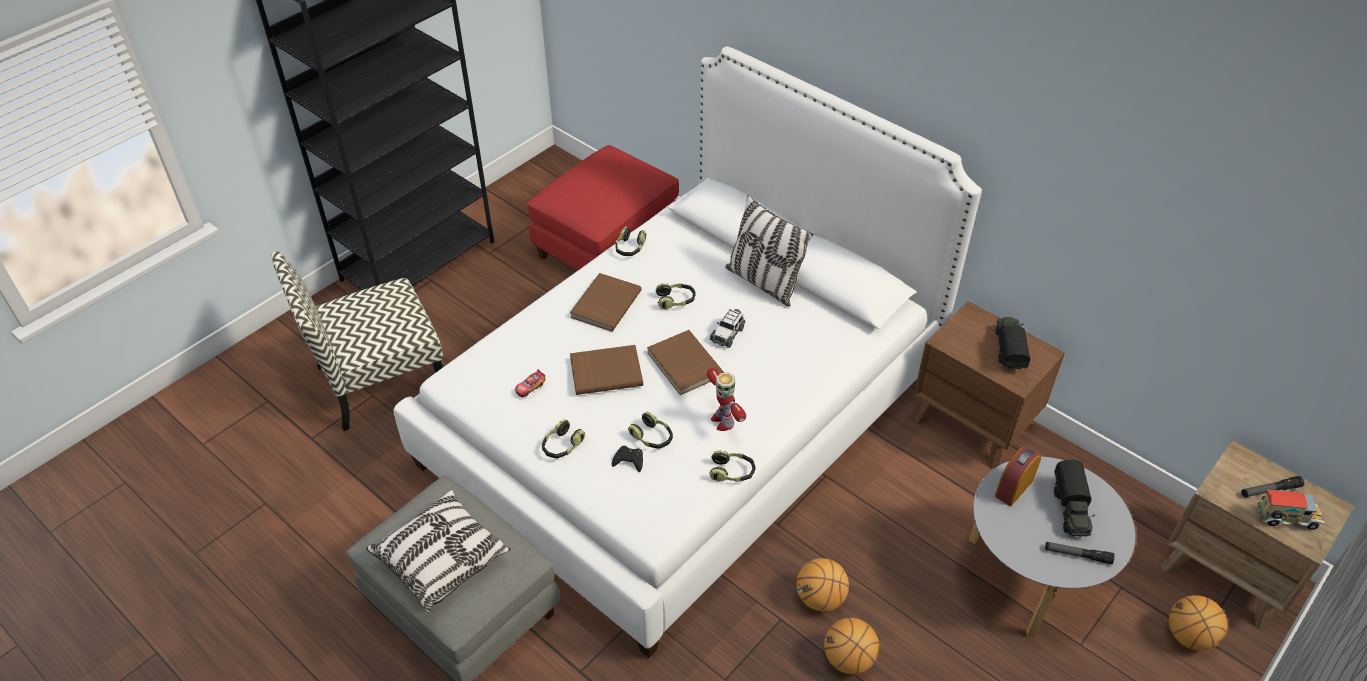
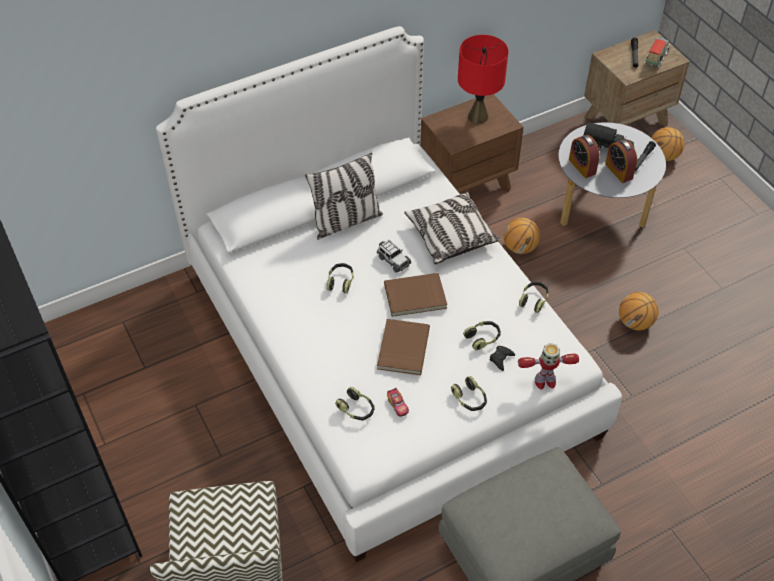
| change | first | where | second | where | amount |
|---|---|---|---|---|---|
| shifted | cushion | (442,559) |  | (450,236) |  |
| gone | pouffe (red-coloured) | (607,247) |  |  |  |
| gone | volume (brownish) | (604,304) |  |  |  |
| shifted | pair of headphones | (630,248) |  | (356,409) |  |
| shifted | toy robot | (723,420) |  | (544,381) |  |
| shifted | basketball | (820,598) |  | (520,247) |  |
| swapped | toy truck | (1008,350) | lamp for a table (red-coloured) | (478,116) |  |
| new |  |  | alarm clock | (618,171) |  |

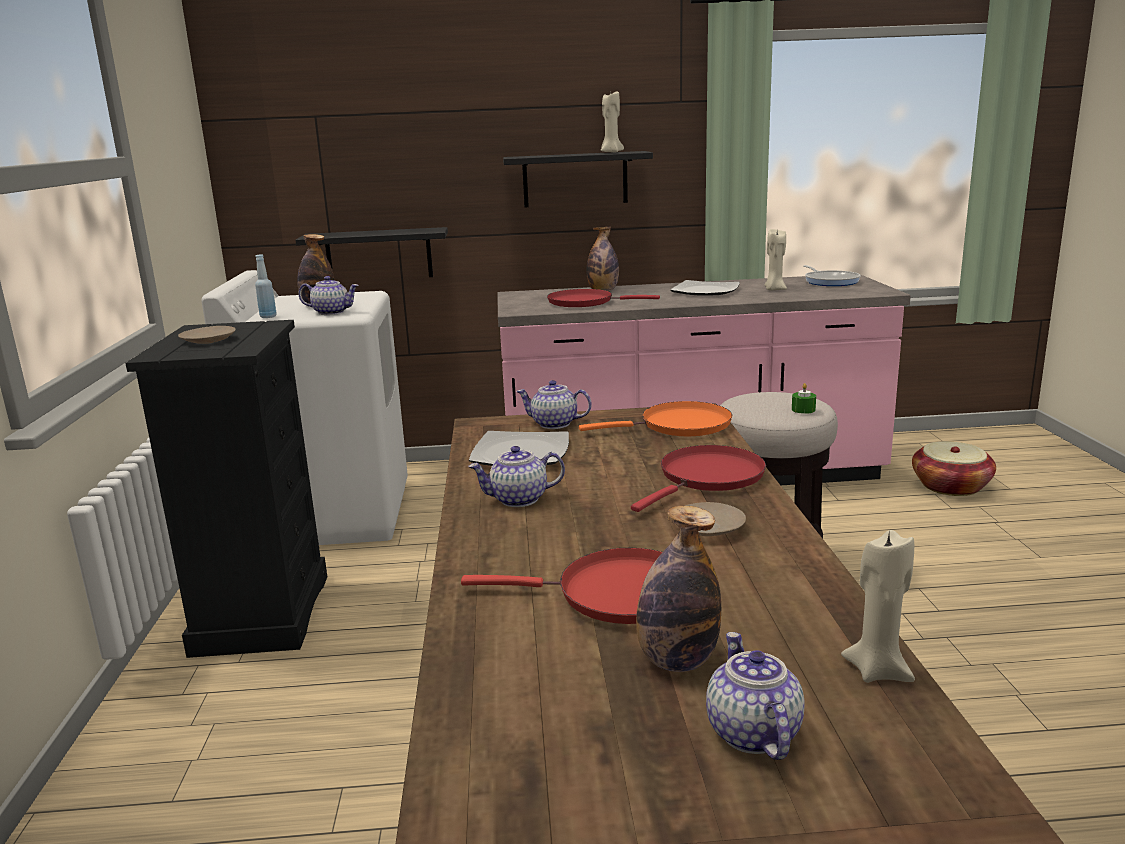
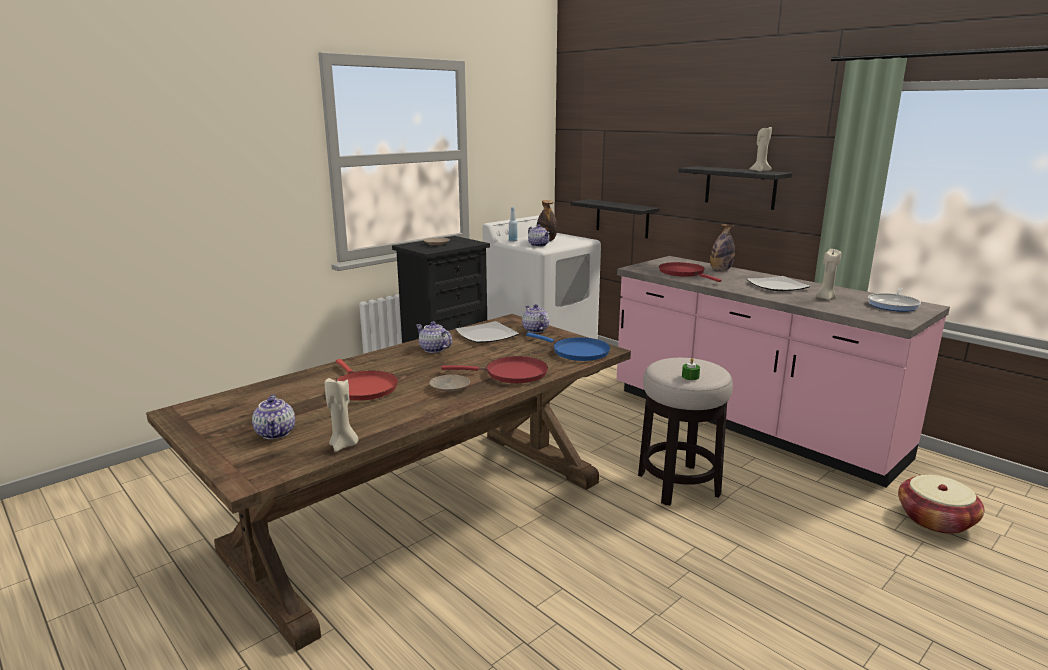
| change | first | where | second | where | amount |
|---|---|---|---|---|---|
| repainted | pan (orange-coloured) | (679,426) | pan (blue-coloured) | (577,352) |  |
| gone | drink bottle | (677,661) |  |  |  |
| rotated | pot for tea | (751,732) |  | (276,433) | 120 degrees clockwise |

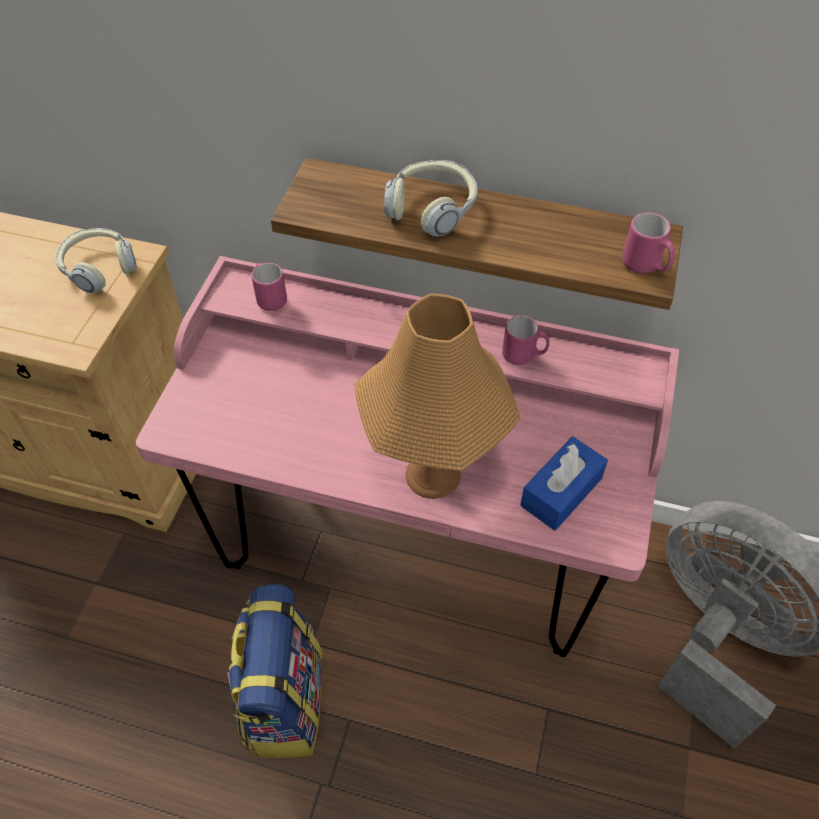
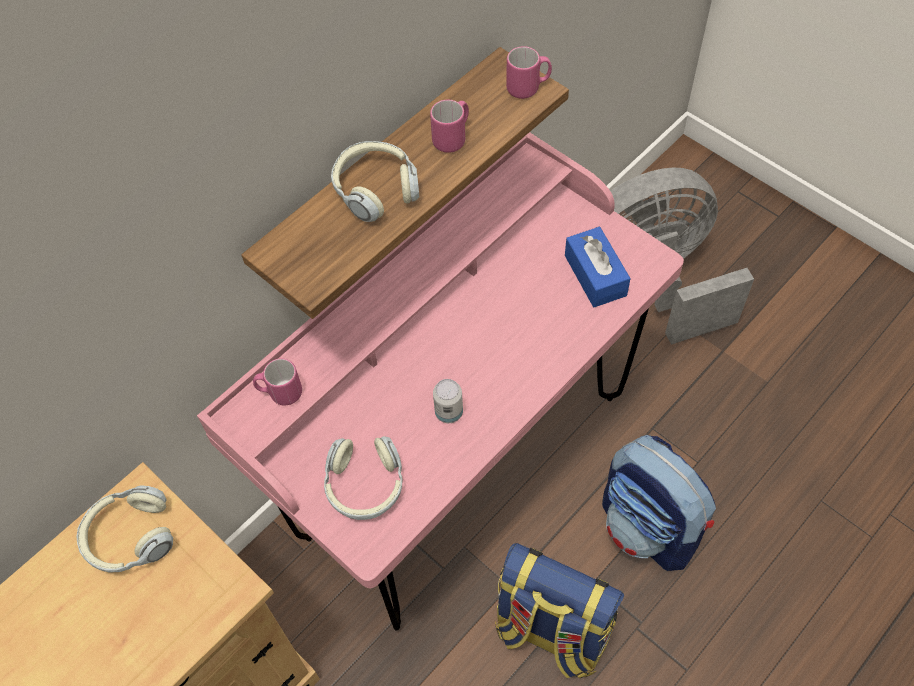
| change | first | where | second | where | amount |
|---|---|---|---|---|---|
| gone | lamp for a table (orange-coloured) | (432,474) |  |  |  |
| shifted | tea mug (pink-coloured) | (524,355) |  | (453,138) |  |
| new |  |  | pair of headphones | (365,485) |  |
| new |  |  | sealed can | (449,412) |  |
| new |  |  | backpack | (650,527) |  |

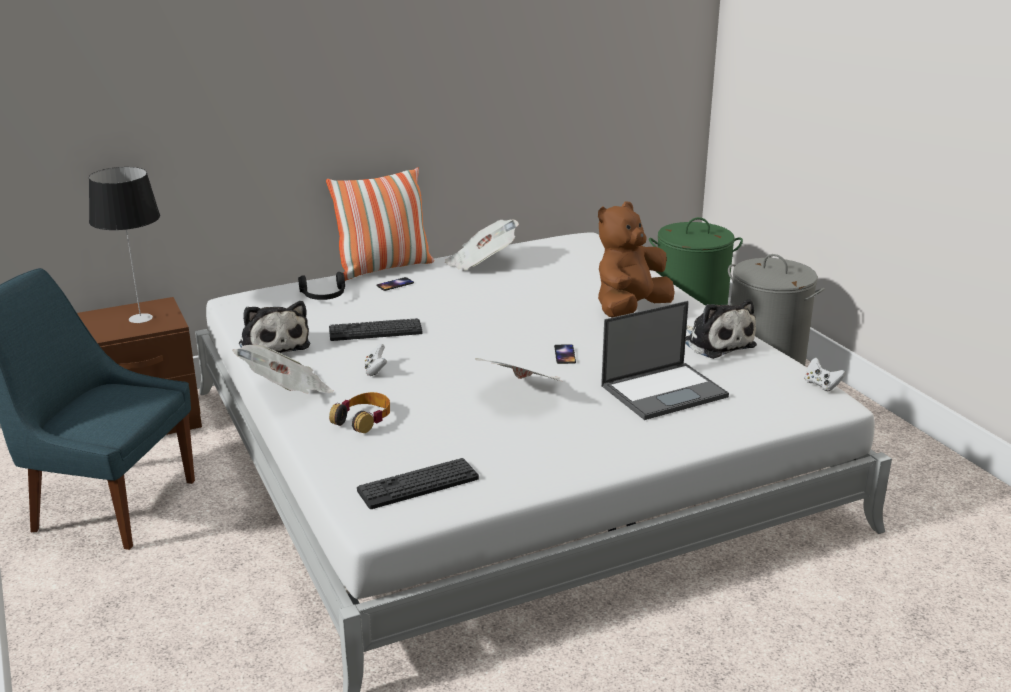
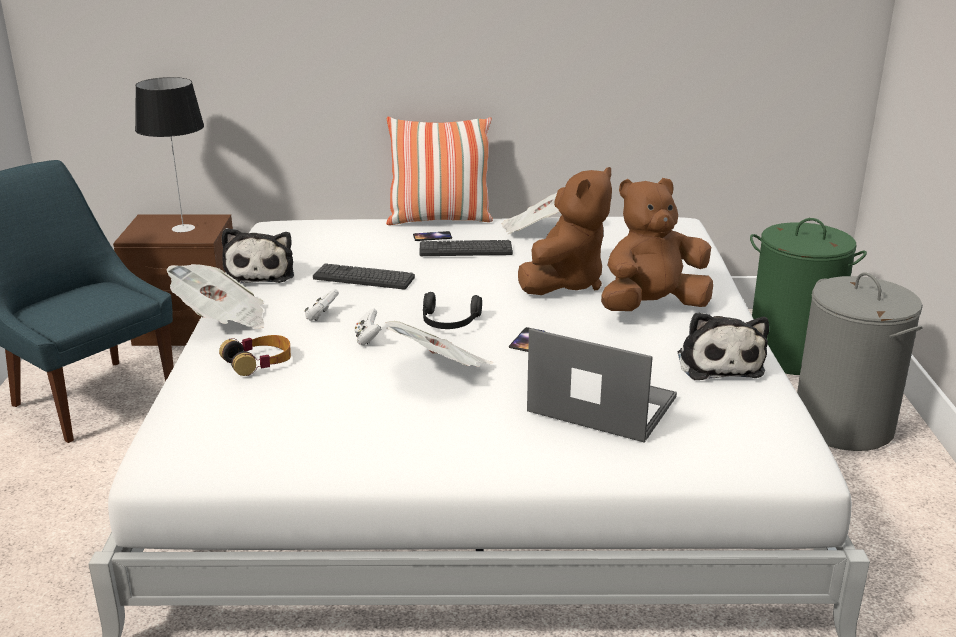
| change | first | where | second | where | amount |
|---|---|---|---|---|---|
| shifted | pair of headphones (blackish) | (324,296) |  | (449,323) |  |
| shifted | PC keyboard | (418,484) |  | (465,250) |  |
| rotated | portable computer | (665,391) |  | (600,404) | 150 degrees counterclockwise |
| shifted | joypad (white) | (821,385) |  | (367,339) |  |
| new |  |  | cuddly toy (brownish) | (564,282) |  |

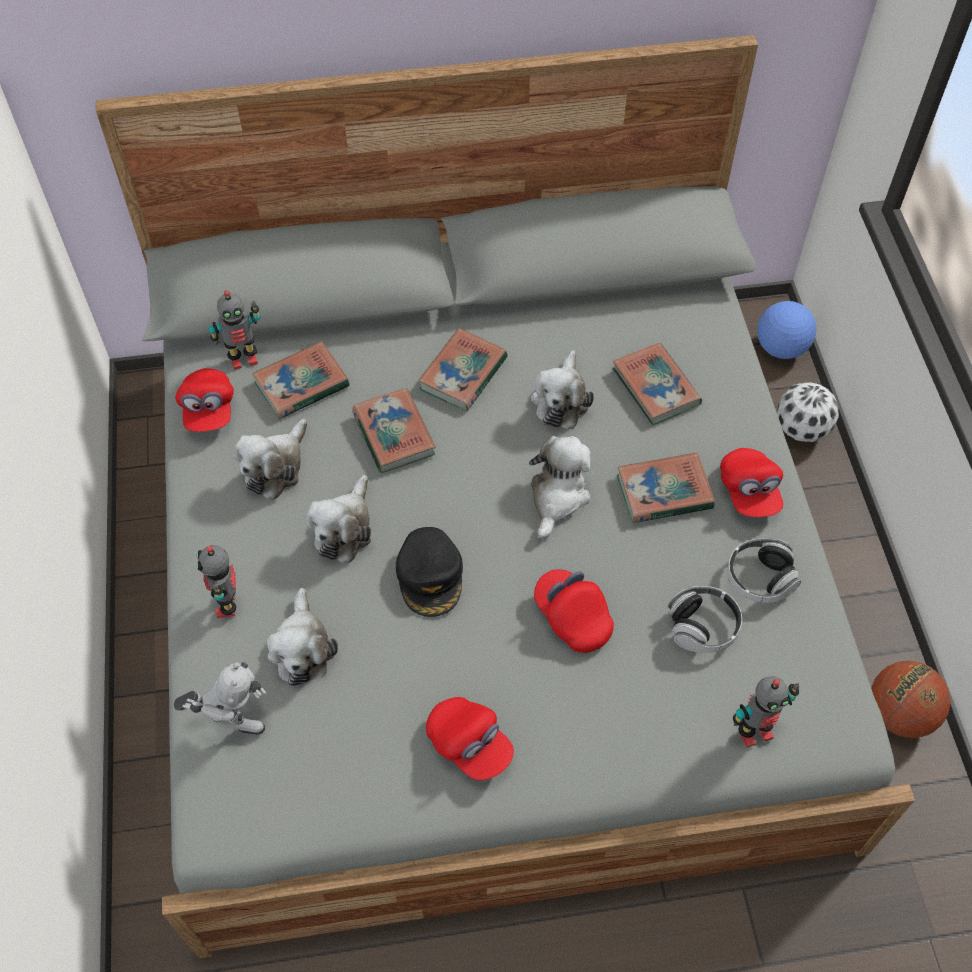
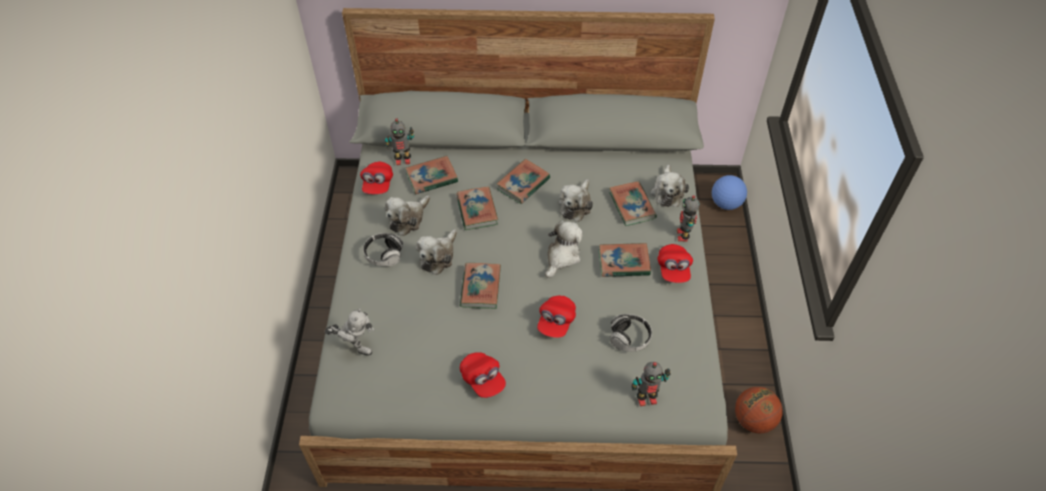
| change | first | where | second | where | amount |
|---|---|---|---|---|---|
| shifted | toy robot | (228,604) |  | (683,235) |  |
| shifted | cuddly toy | (302,649) |  | (667,192) |  |
| swapped | cap (blackish) | (430,576) | volume | (480,288) |  |
| rotated | cap (red-coloured) | (572,617) |  | (556,322) | 135 degrees counterclockwise |
| shifted | pair of headphones | (759,579) |  | (384,255) |  |
| gone | ball for football | (802,430) |  |  |  |

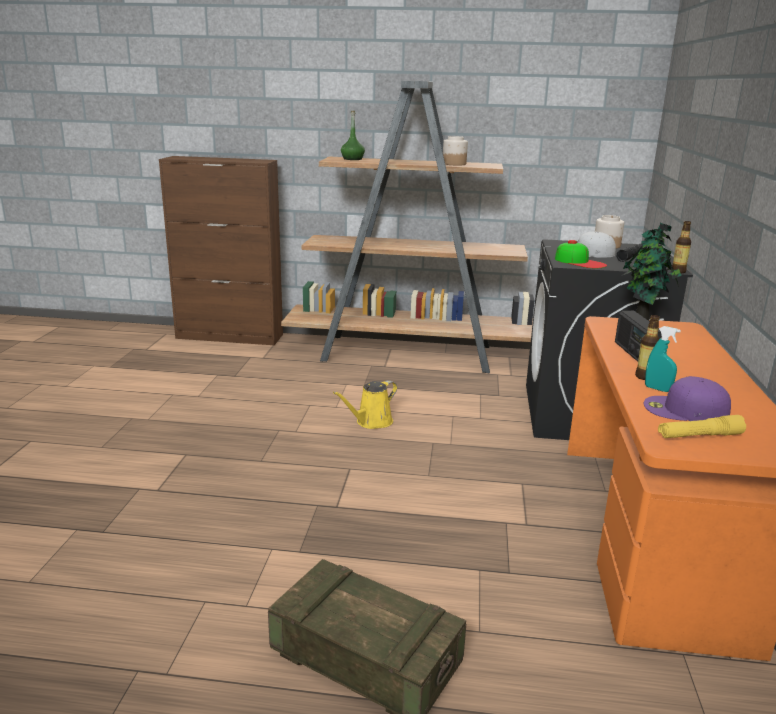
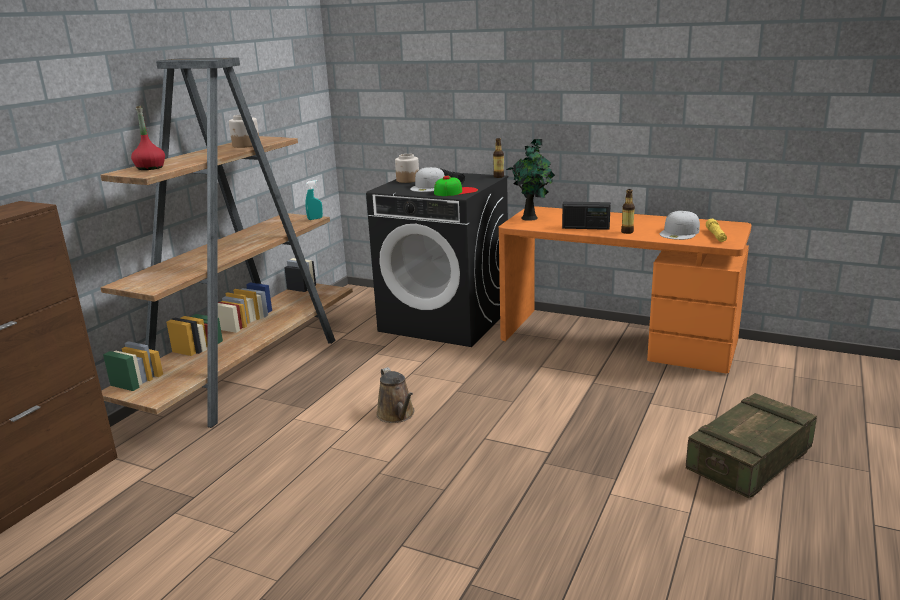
| change | first | where | second | where | amount |
|---|---|---|---|---|---|
| repainted | sprinkling can (yellowish) | (371,422) | sprinkling can (brownish) | (397,415) |  |
| repainted | drink bottle (green-coloured) | (352,159) | drink bottle (red-coloured) | (150,168) |  |
| repainted | cap (purplish) | (684,410) | cap (white) | (680,232) |  |
| shifted | hand sprayer (blue-green) | (657,389) |  | (315,219) |  |

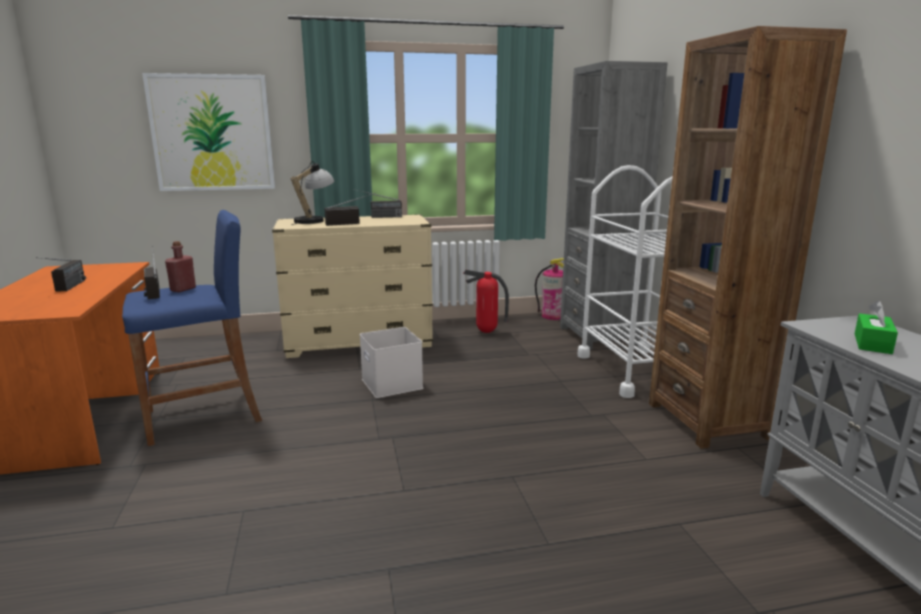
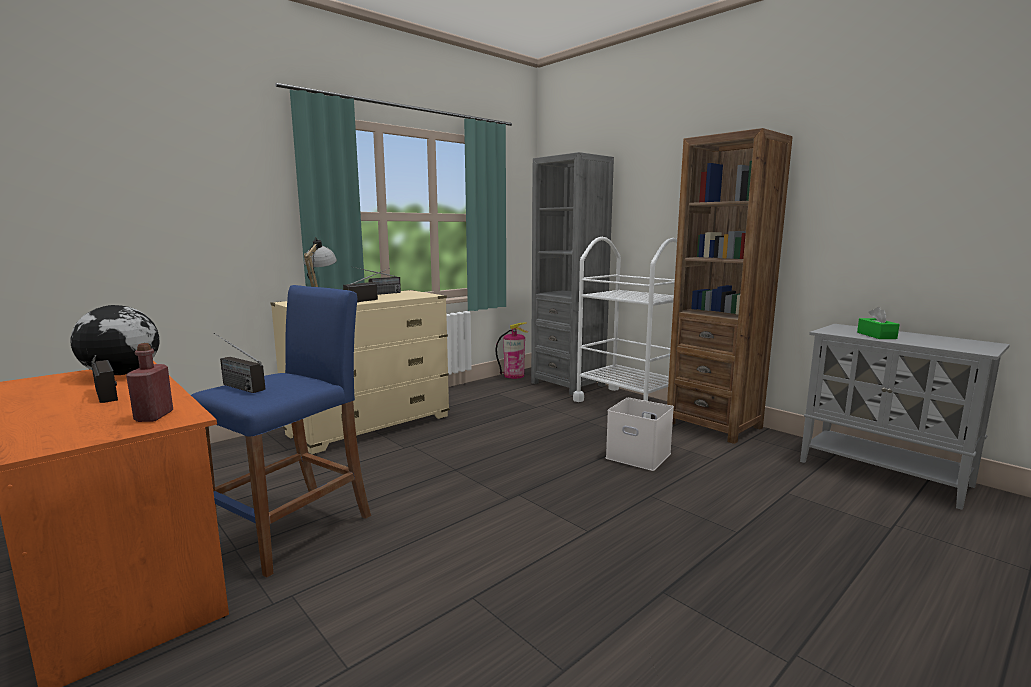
| change | first | where | second | where | amount |
|---|---|---|---|---|---|
| gone | picture | (212,133) |  |  |  |
| shifted | drink bottle (red-coloured) | (183,289) |  | (154,416) |  |
| shifted | storage bin (white) | (393,384) |  | (640,455) |  |
| gone | fire extinguisher | (486,332) |  |  |  |
| new |  |  | globe | (122,374) |  |

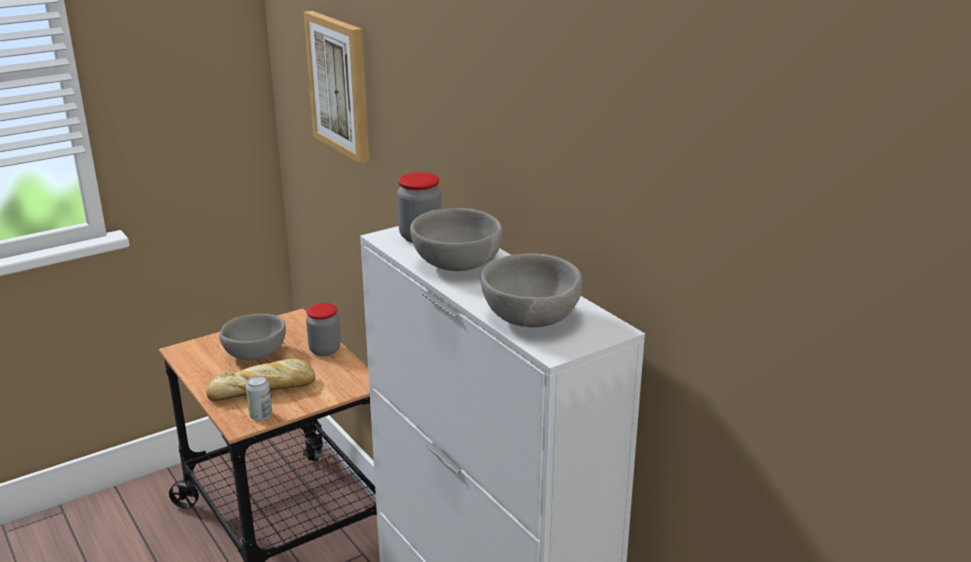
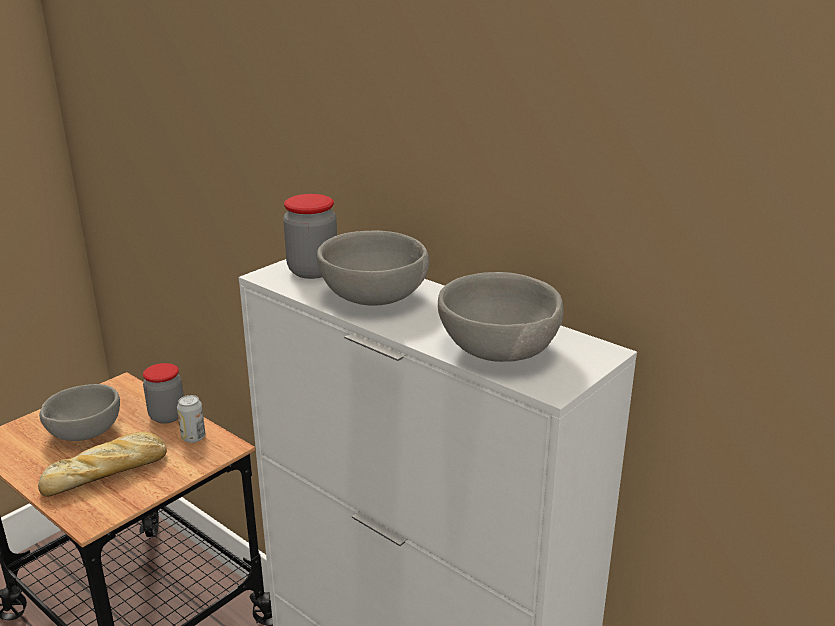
| change | first | where | second | where | amount |
|---|---|---|---|---|---|
| shifted | sealed can | (261,416) |  | (193,437) |  |
| gone | picture | (340,85) |  |  |  |

